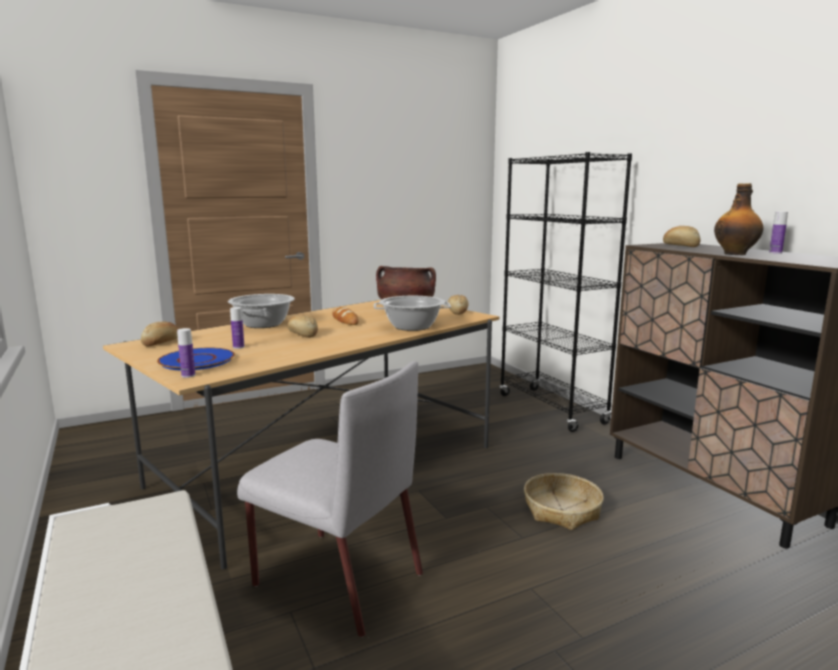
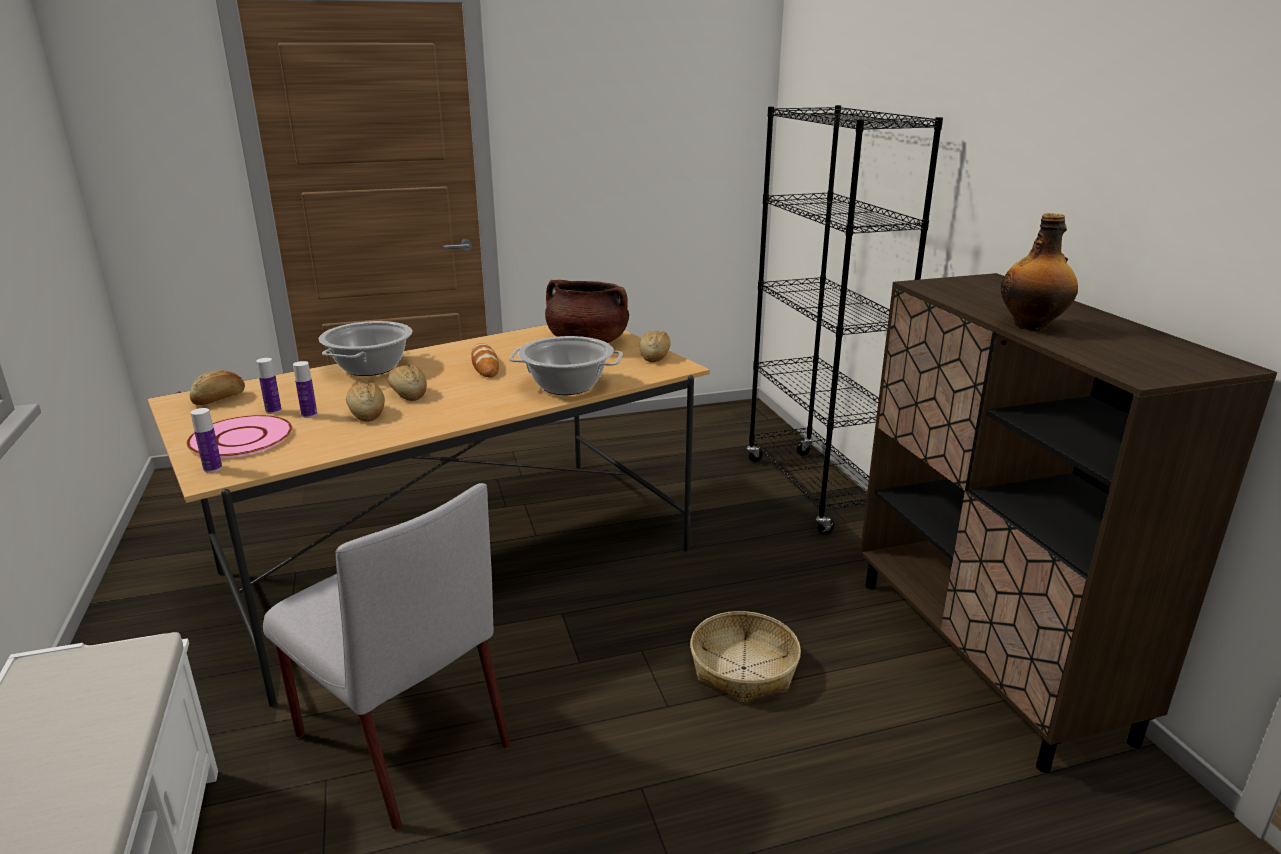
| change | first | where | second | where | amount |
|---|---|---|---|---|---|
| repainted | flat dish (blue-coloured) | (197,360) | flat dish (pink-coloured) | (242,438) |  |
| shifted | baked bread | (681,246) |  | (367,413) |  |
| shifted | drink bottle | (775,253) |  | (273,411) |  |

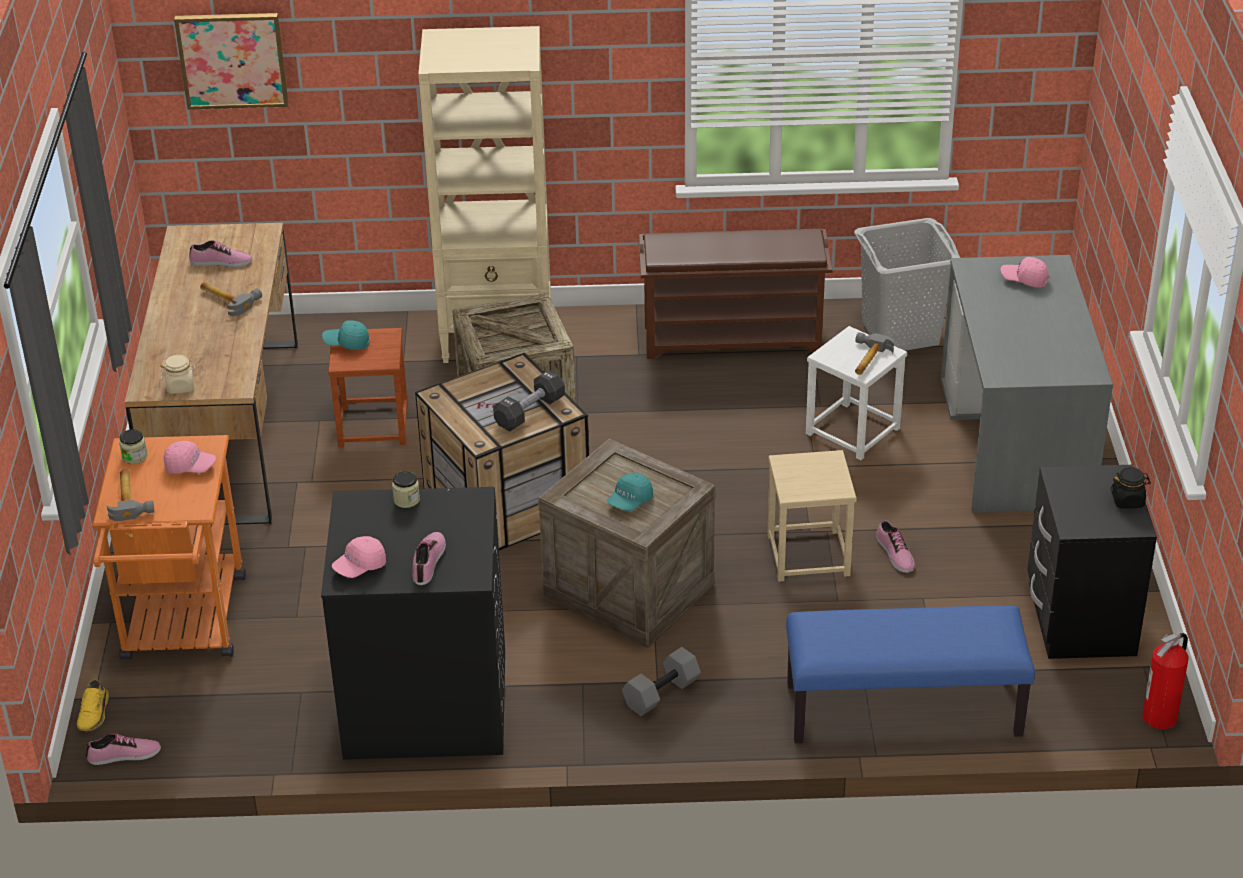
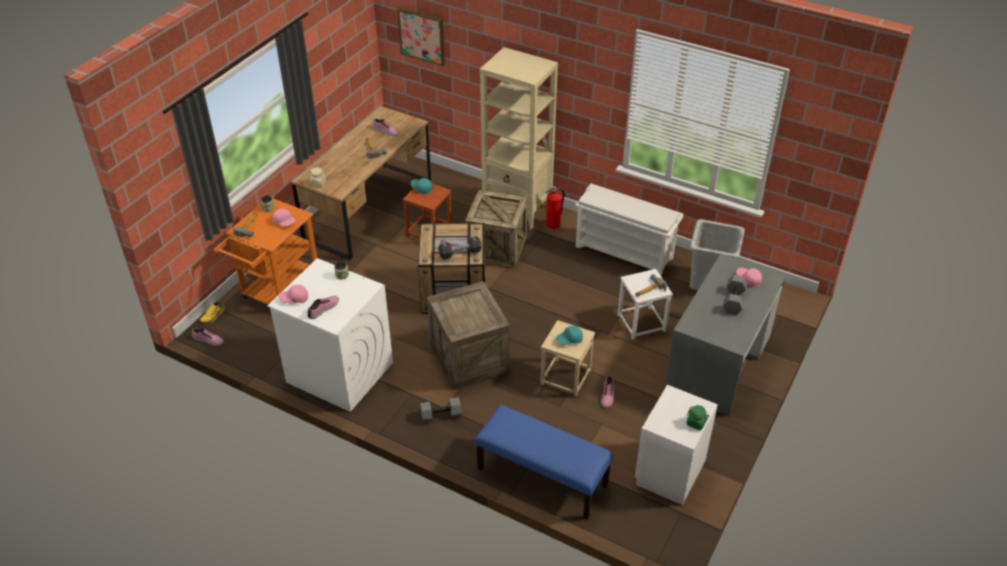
| change | first | where | second | where | amount |
|---|---|---|---|---|---|
| repainted | laundry appliance (blackish) | (424,704) | laundry appliance (white) | (339,372) |  |
| shifted | cap (blue-green) | (630,501) |  | (569,340) |  |
| repainted | shoe rack (brownish) | (734,338) | shoe rack (white) | (625,252) |  |
| repainted | night table (blackish) | (1079,620) | night table (white) | (669,472) |  |
| repainted | storage jar (blackish) | (1128,501) | storage jar (green-coloured) | (696,423) |  |
| shifted | fire extinguisher | (1160,717) |  | (553,224) |  |
| new |  |  | hand weight (greyish) | (733,300) |  |

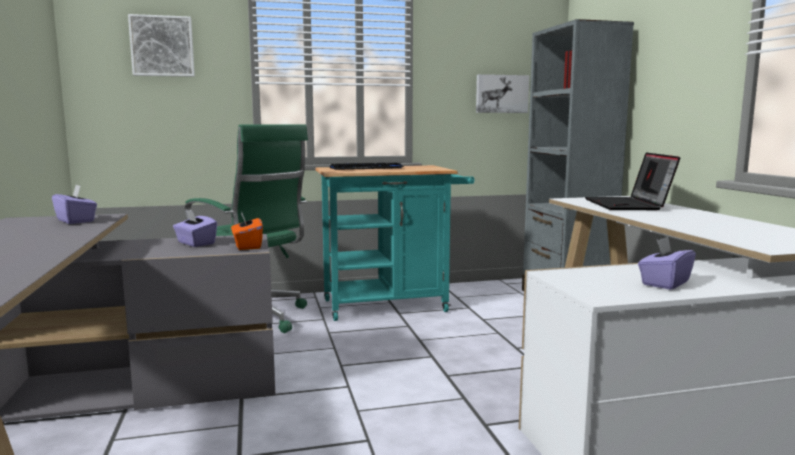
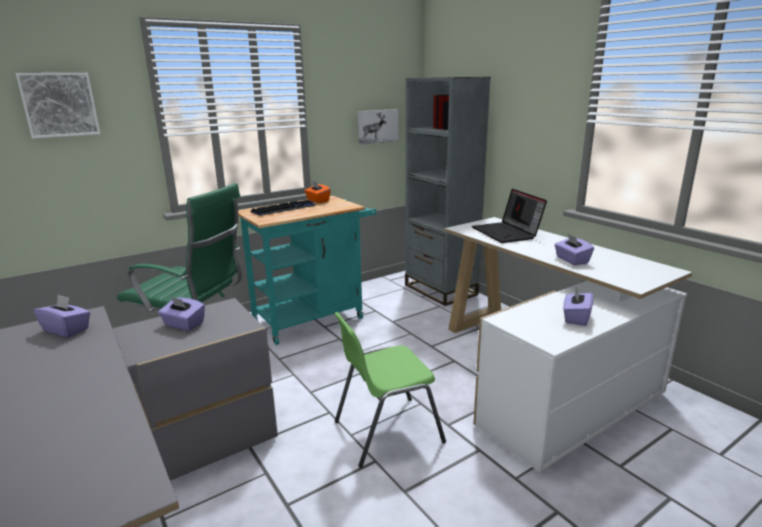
| change | first | where | second | where | amount |
|---|---|---|---|---|---|
| shifted | tissue holder (orange-coloured) | (247,246) |  | (317,201) |  |
| new |  |  | upright chair (green-coloured) | (386,431) |  |
| new |  |  | tissue holder (purplish) | (571,260) |  |

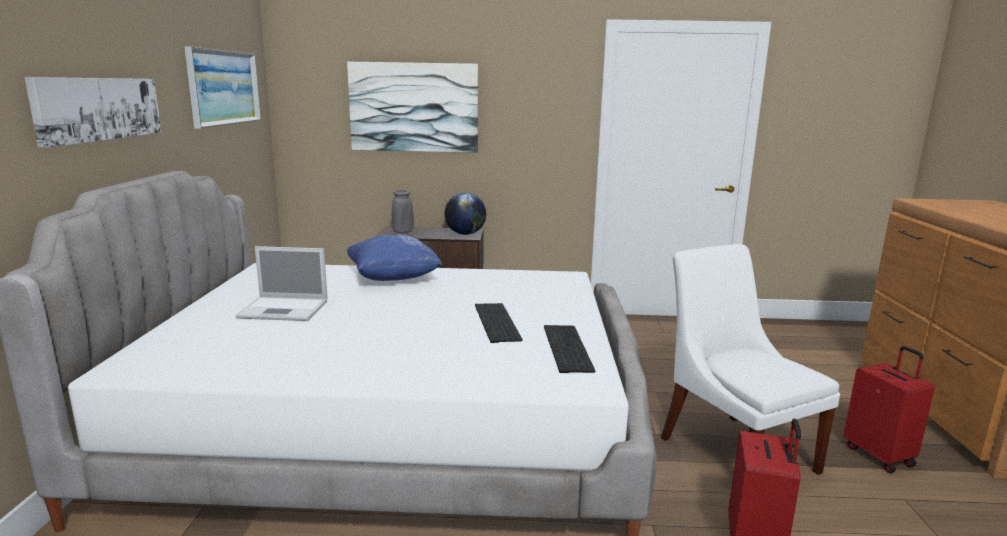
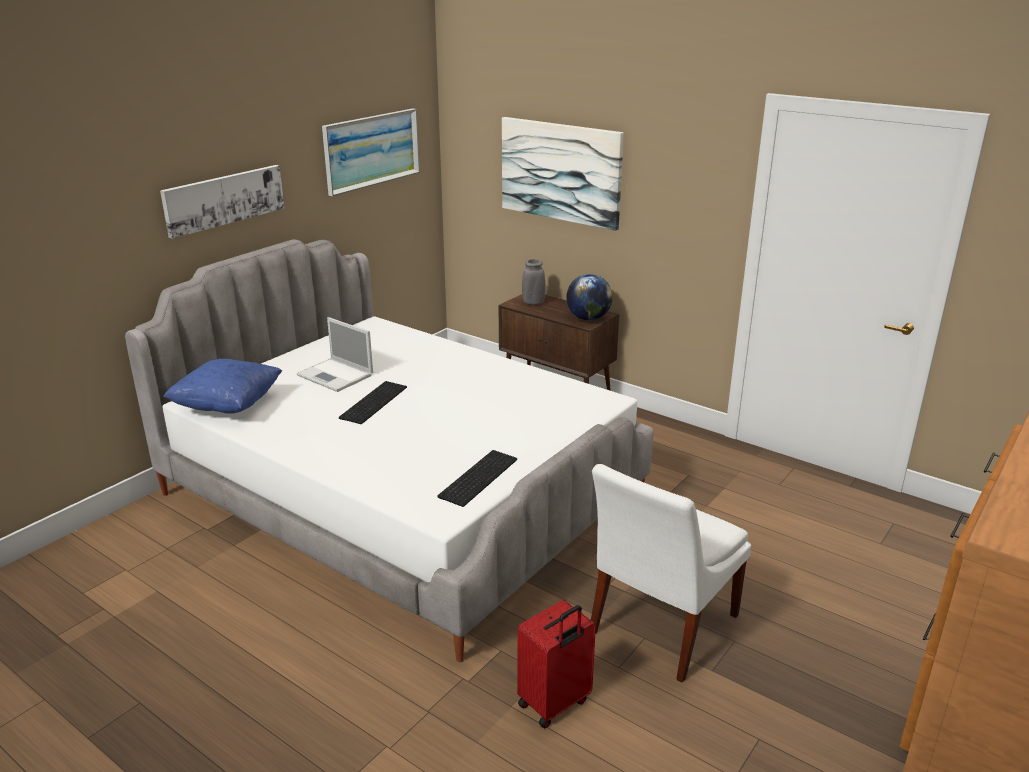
| change | first | where | second | where | amount |
|---|---|---|---|---|---|
| shifted | cushion (blue-coloured) | (393,278) |  | (228,406) |  |
| shifted | PC keyboard | (494,322) |  | (373,401) |  |
| rotated | upright chair (white) | (733,450) |  | (659,627) | 150 degrees counterclockwise |
| gone | piece of luggage (red-coloured) | (879,455) |  |  |  |

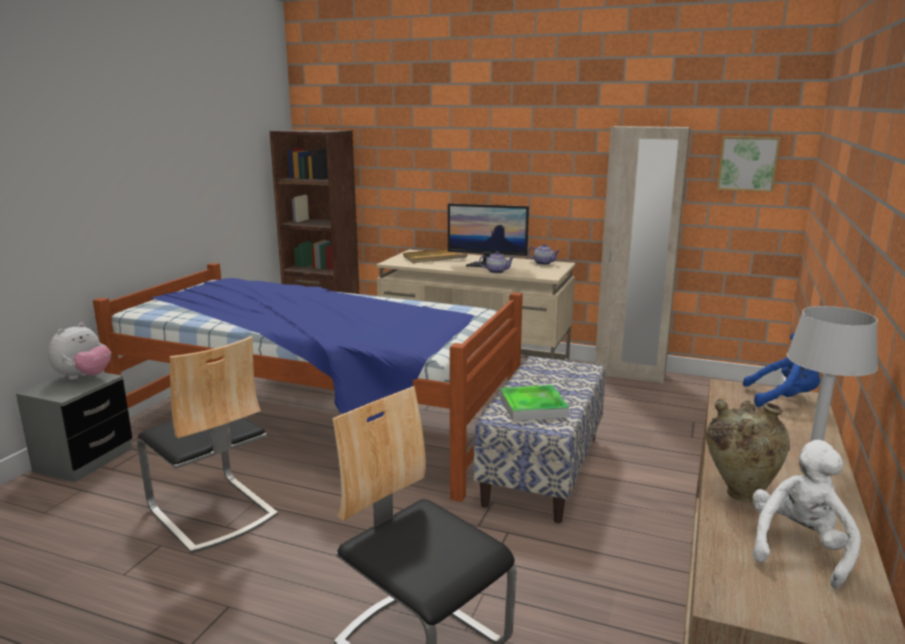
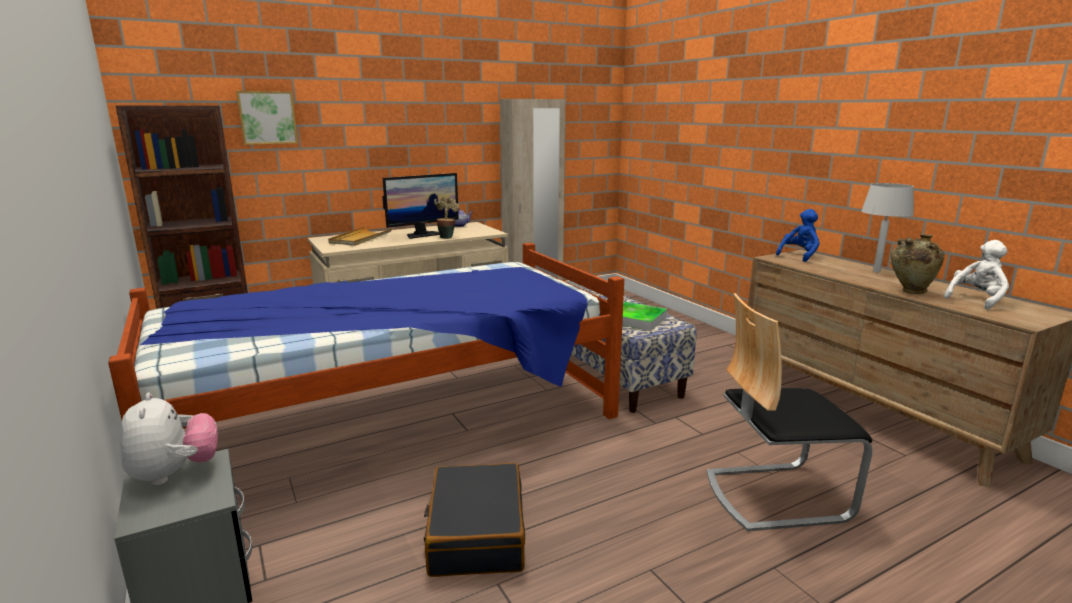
| change | first | where | second | where | amount |
|---|---|---|---|---|---|
| swapped | upright chair | (212,512) | piece of luggage (blackish) | (476,533) |  |
| swapped | pot for tea | (497,271) | houseplant | (447,237) |  |
| shifted | picture | (747,163) |  | (267,117) |  |
| rotated | cuddly toy (white) | (799,548) |  | (976,300) | 75 degrees clockwise |

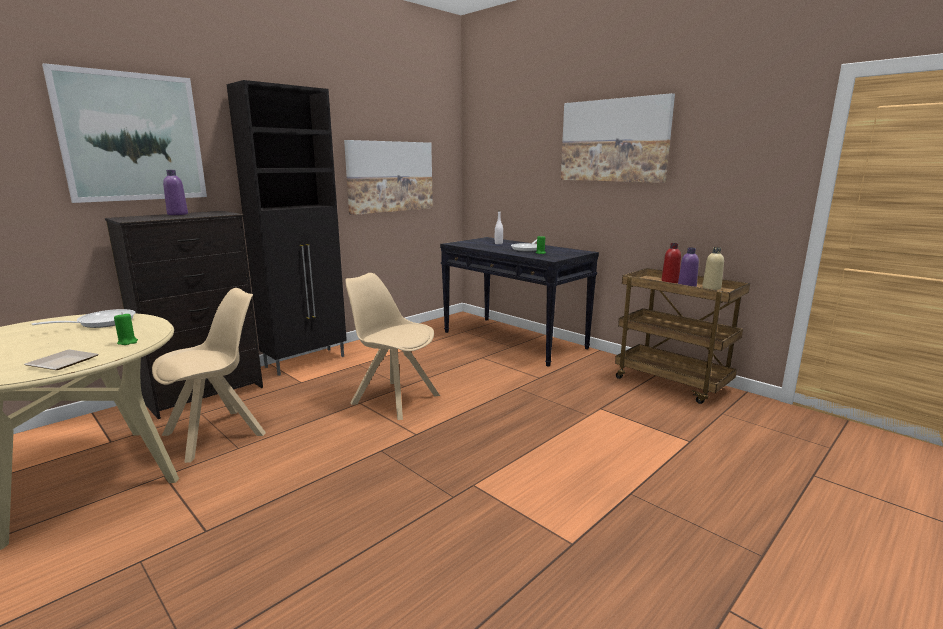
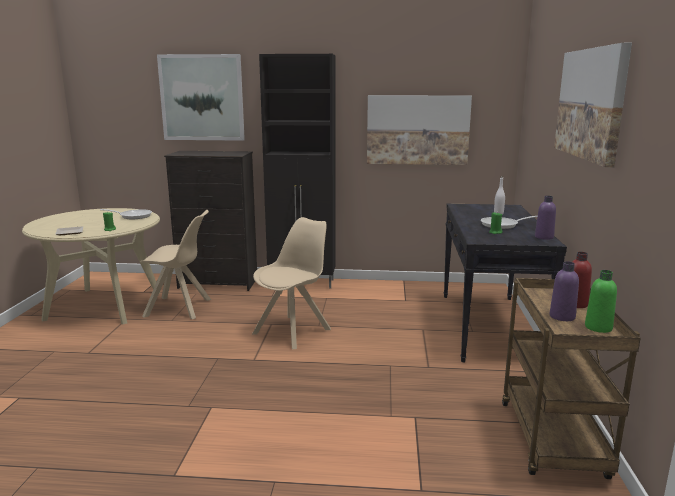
| change | first | where | second | where | amount |
|---|---|---|---|---|---|
| shifted | drink bottle (purplish) | (177,214) |  | (544,237) |  |
| rotated | upright chair (beige-coloured) | (394,399) |  | (293,331) | 45 degrees clockwise |
| repainted | drink bottle (beige-coloured) | (711,288) | drink bottle (green-coloured) | (598,327) |  |

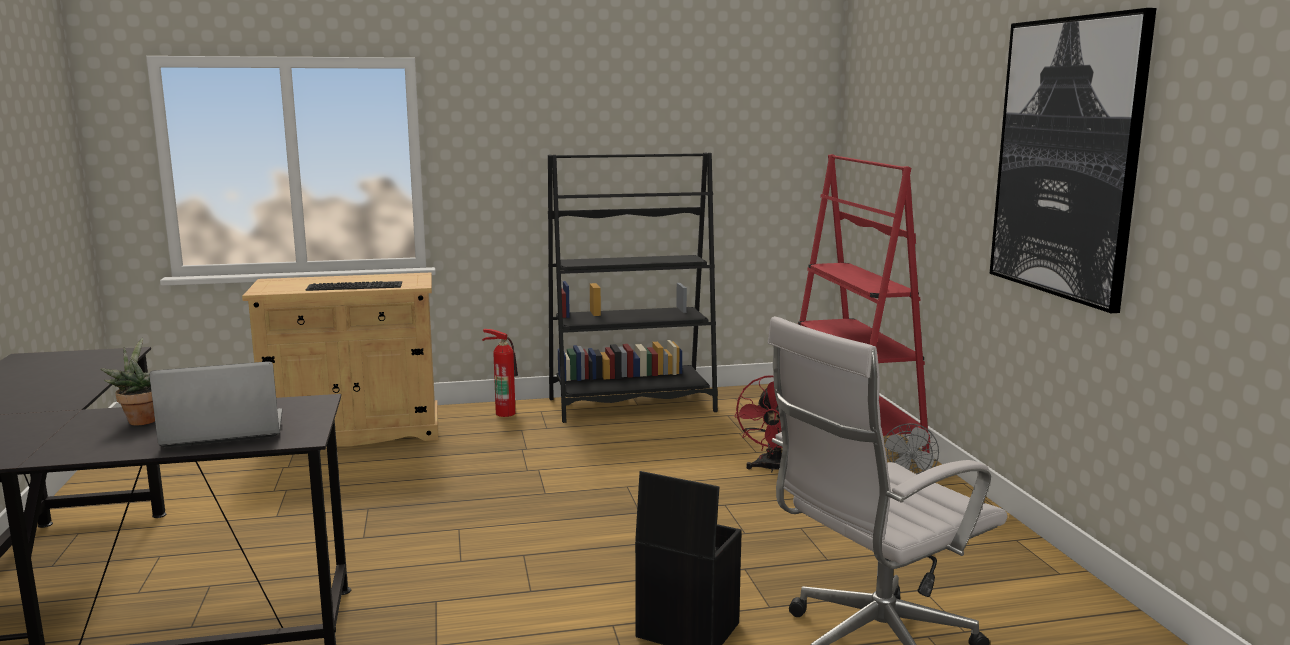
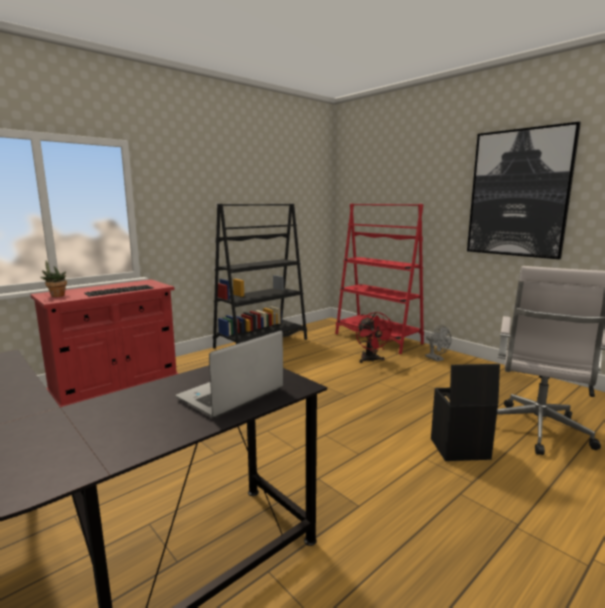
| change | first | where | second | where | amount |
|---|---|---|---|---|---|
| shifted | houseplant | (141,420) |  | (56,295) |  |
| repainted | cupboard (beige-coloured) | (353,433) | cupboard (red-coloured) | (116,390) |  |
| gone | fire extinguisher | (505,413) |  |  |  |

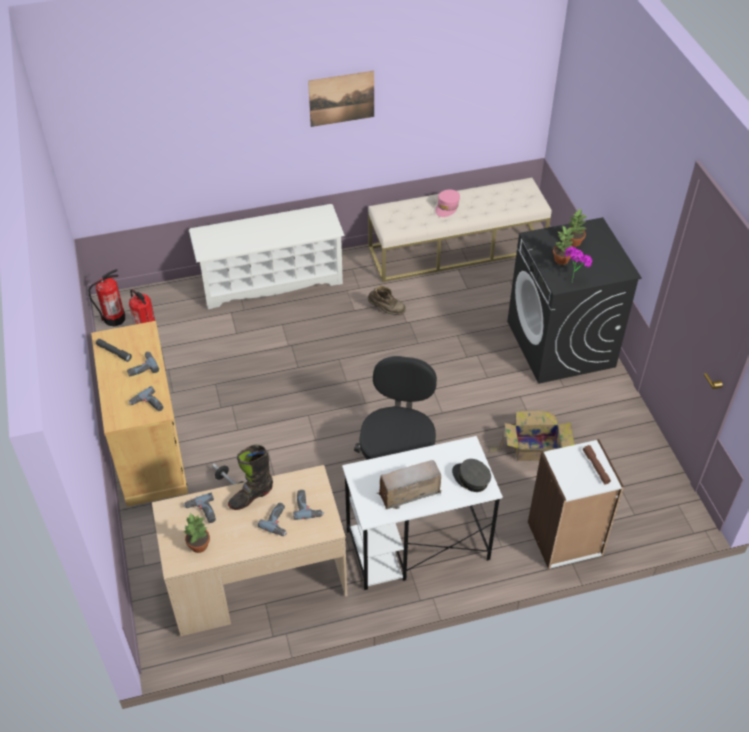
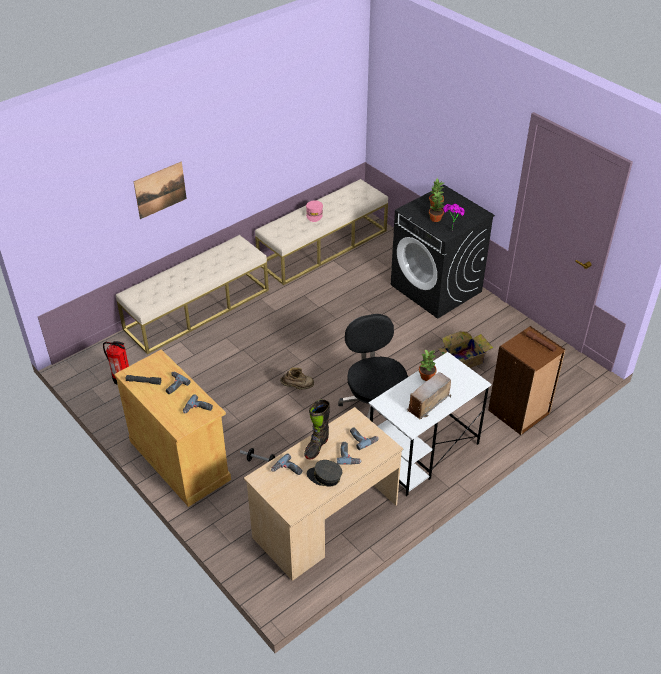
| change | first | where | second | where | amount |
|---|---|---|---|---|---|
| gone | fire extinguisher | (114,318) |  |  |  |
| shifted | houseplant | (199,546) |  | (427,376) |  |
| swapped | shoe rack (white) | (271,280) | indoor bench (beige-coloured) | (197,309) |  |
| shifted | picture | (341,98) |  | (160,190) |  |
| shifted | boot (brownish) | (386,310) |  | (297,387) |  |
| shifted | cap (greyish) | (471,479) |  | (324,477) |  |
| repainted | bookshelf (white) | (565,539) | bookshelf (brownish) | (519,412) |  |

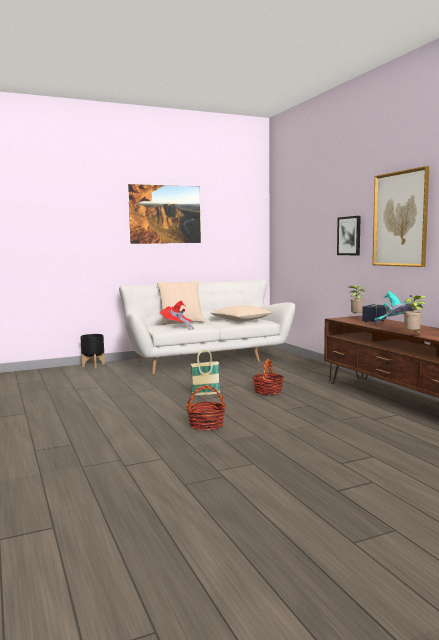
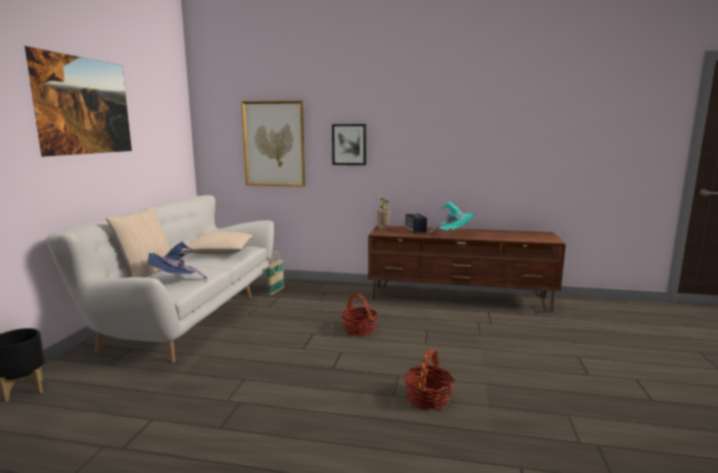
| change | first | where | second | where | amount |
|---|---|---|---|---|---|
| repainted | wearable hat (red-coloured) | (176,327) | wearable hat (blue-coloured) | (175,282) |  |
| shifted | basket | (205,394) |  | (276,291) |  |
| shifted | picture | (400,219) |  | (274,144) |  |
| gone | houseplant | (413,335) |  |  |  |

